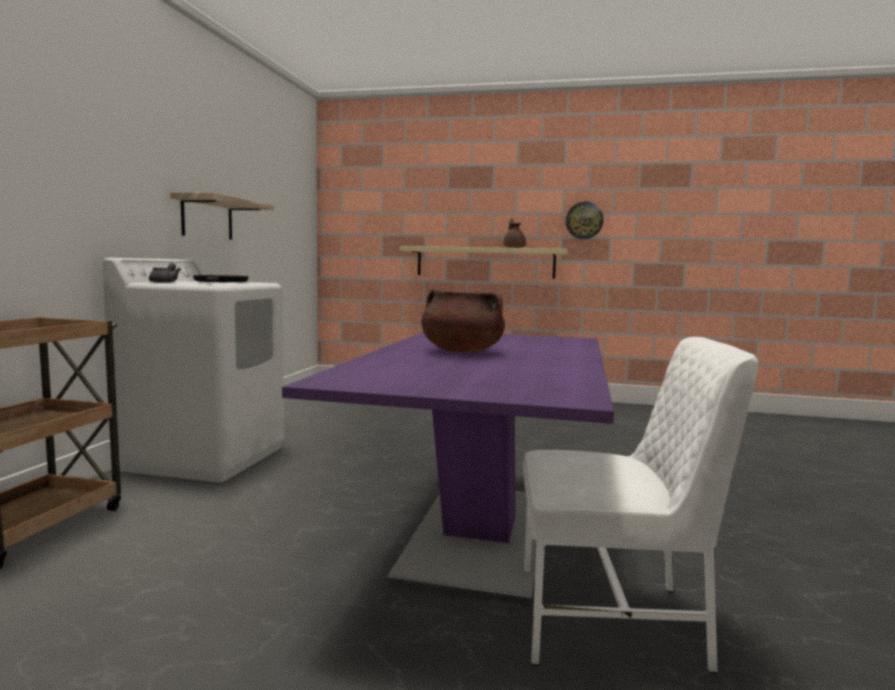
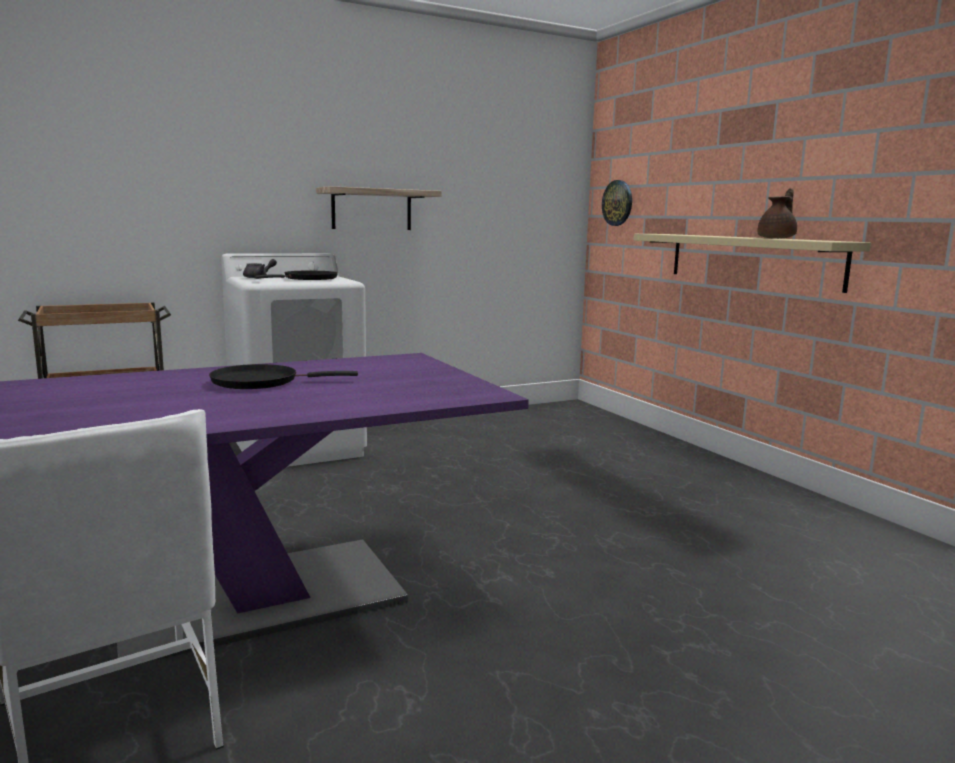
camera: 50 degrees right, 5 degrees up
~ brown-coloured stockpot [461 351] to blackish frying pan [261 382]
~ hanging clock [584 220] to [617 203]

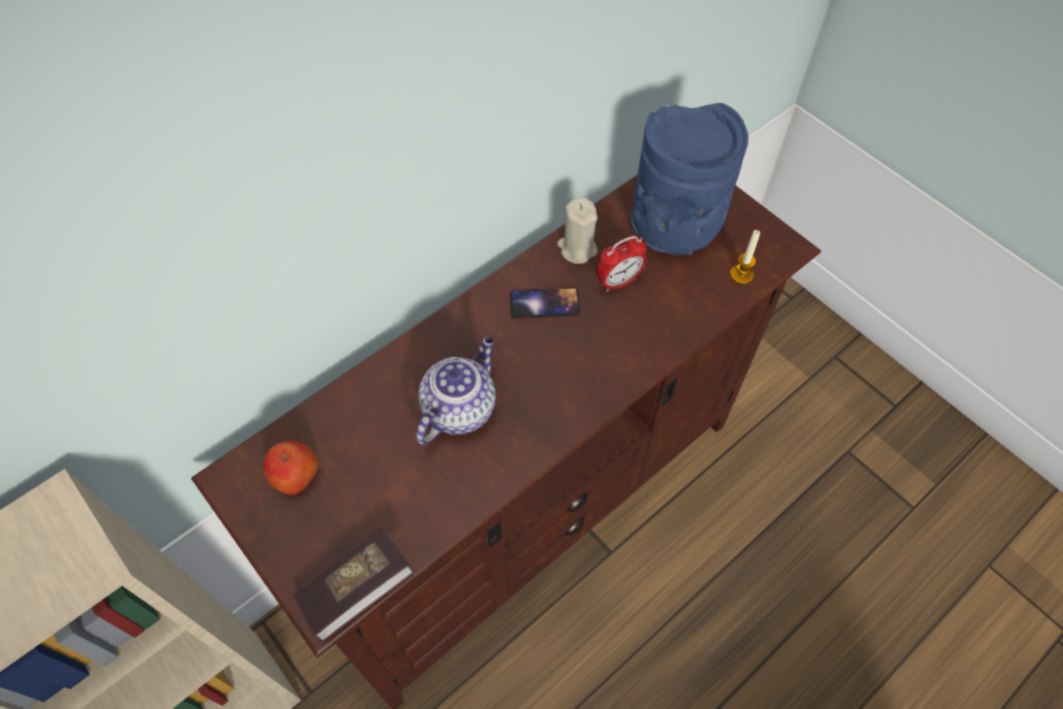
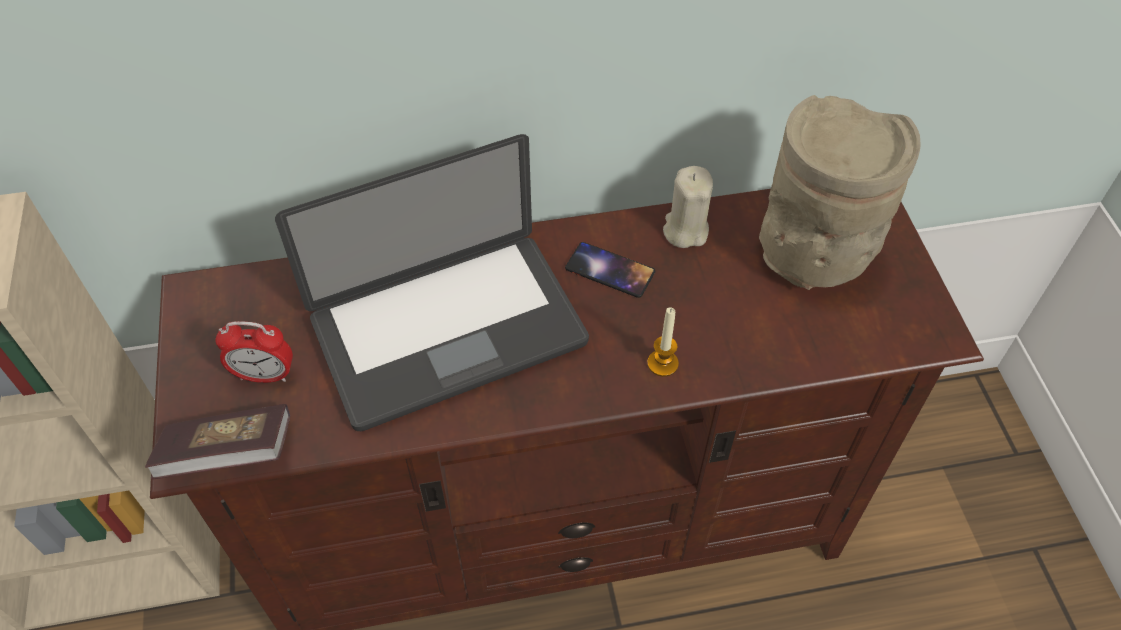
camera: 30 degrees right, 5 degrees down
- whole apple [295 475]
~ teapot [459 407] to laptop [448 332]
~ table clock [619 282] to [265 375]
~ bluish vase [674 228] to sand-coloured vase [813 256]
~ candle [741 275] to [662 363]

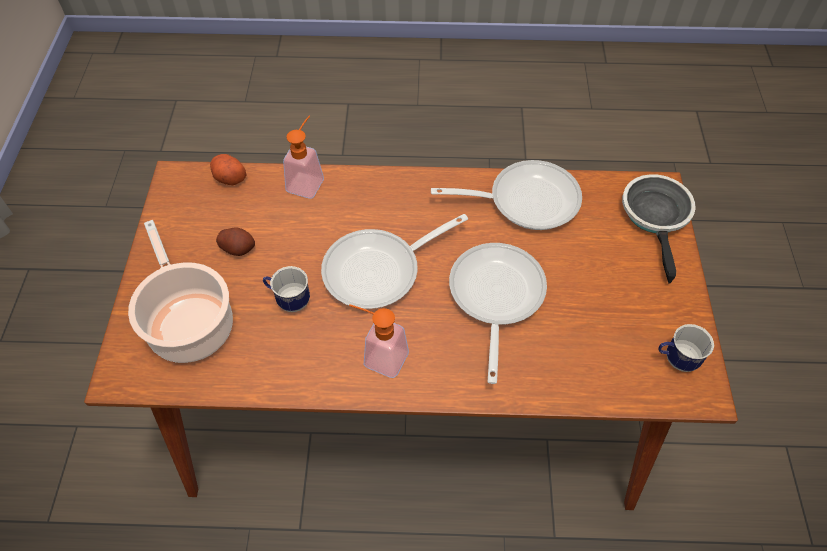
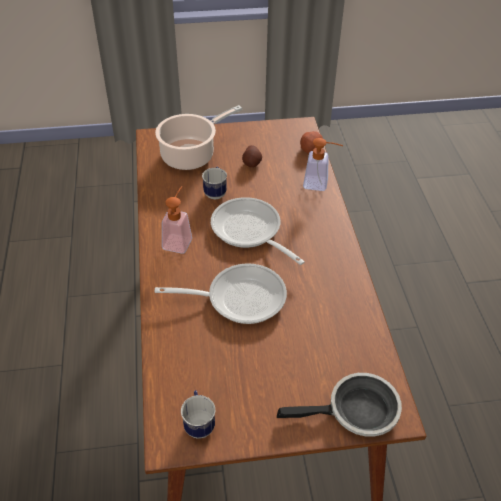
camera: 80 degrees right, 10 degrees down
- frying pan [525 200]

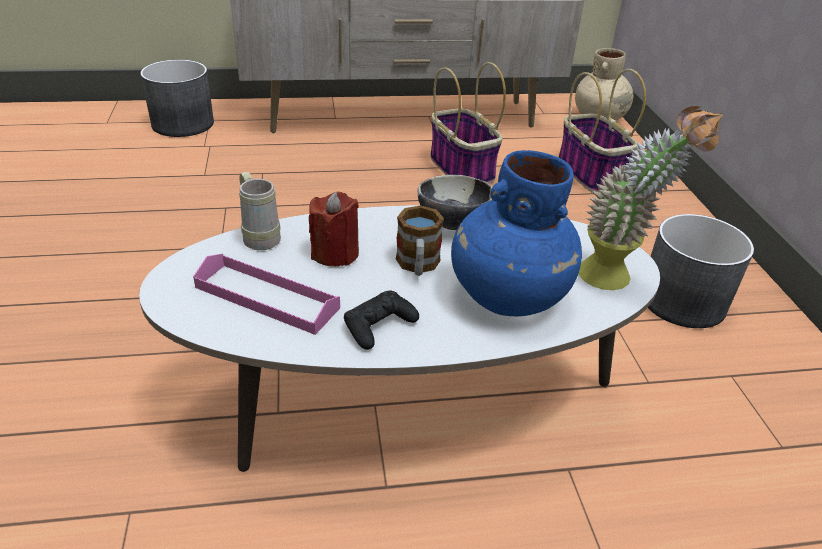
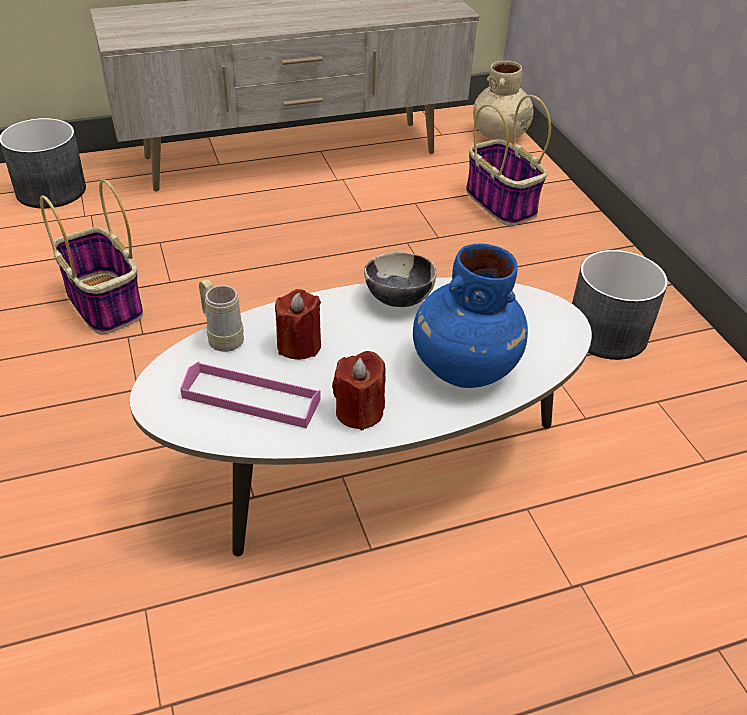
camera: 10 degrees left, 5 degrees up
~ blackish gamepad [379 326] to red candle [359 412]
- tea mug [418 265]
~ storage basket [462 169] to [105 303]
- potted plant [617 279]

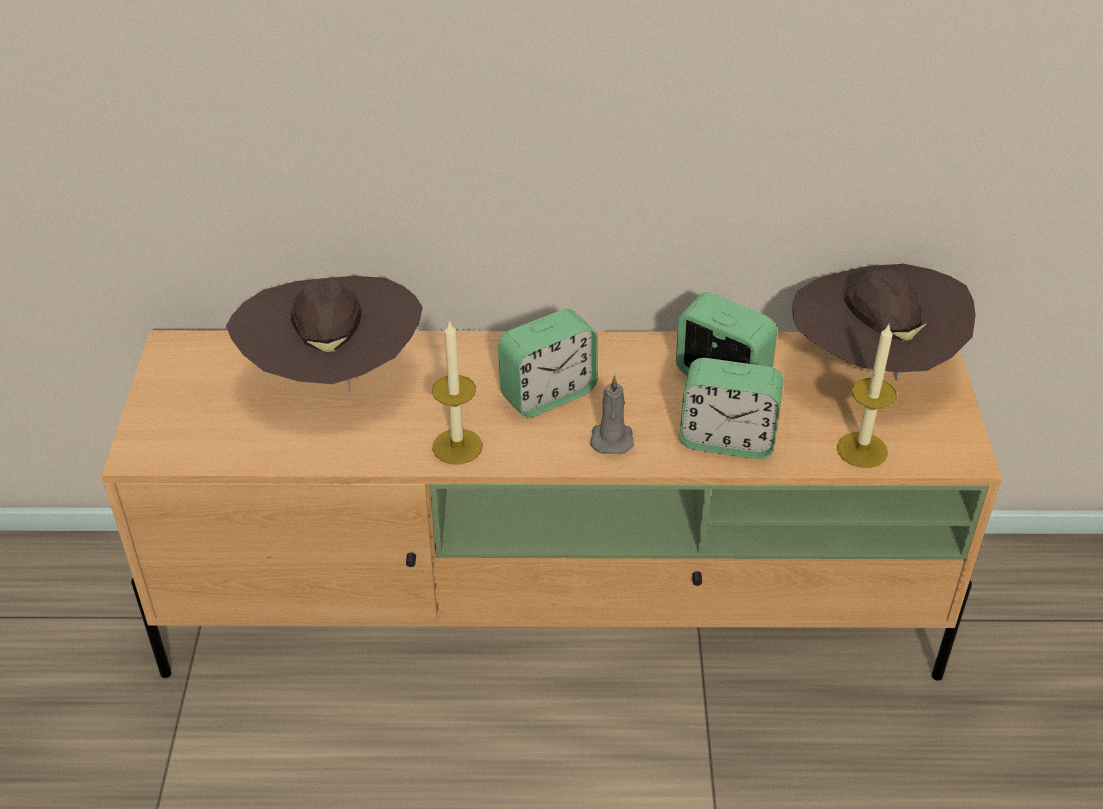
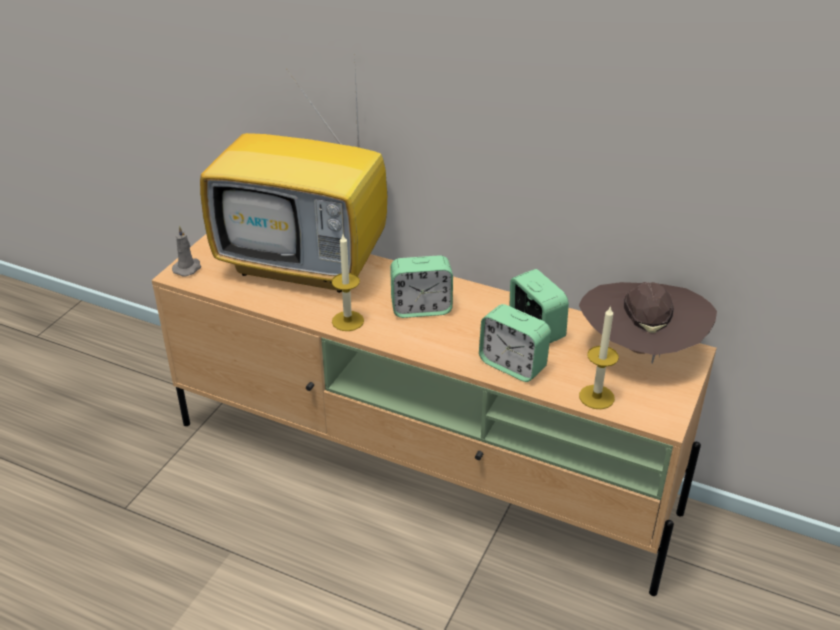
camera: 25 degrees right, 5 degrees down
~ brown-coloured hat [334 376] to TV [306 265]
~ greyish candle [611 438] to [188 268]

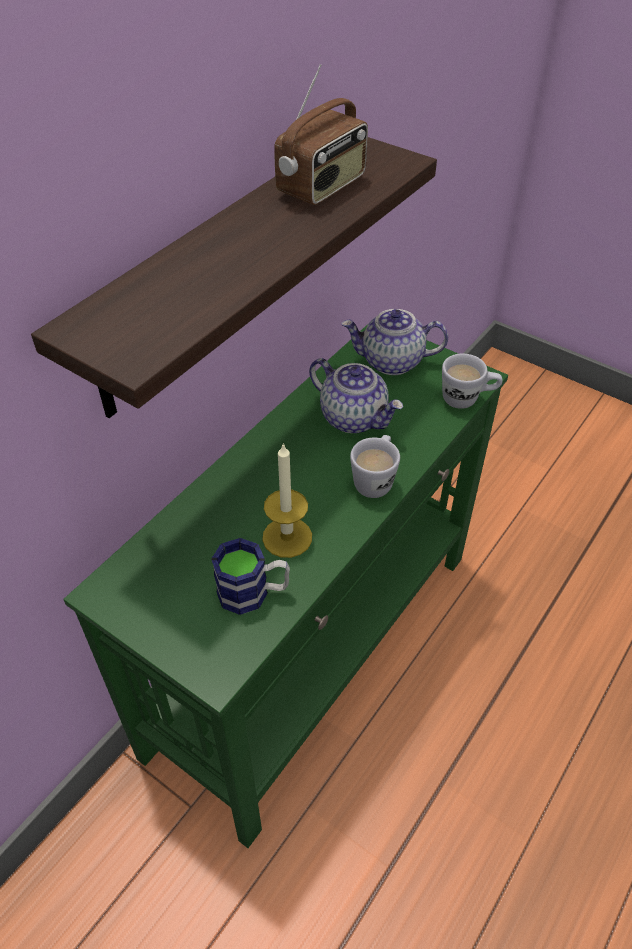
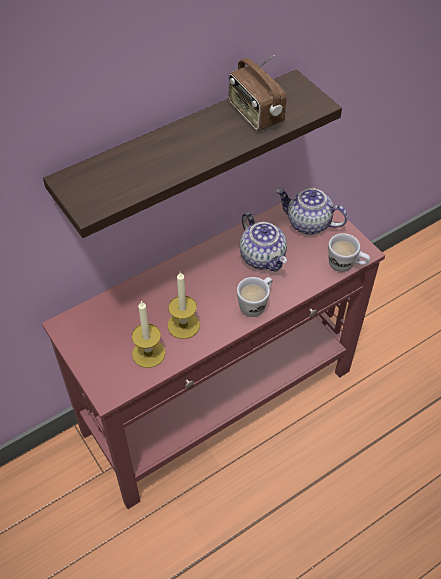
camera: 20 degrees right, 5 degrees up
~ green-coloured hall table [316 649] to red hall table [220 401]
~ tea mug [253 593] to candle [148 353]
~ radio set [323 187] = [254 114] 90 degrees clockwise

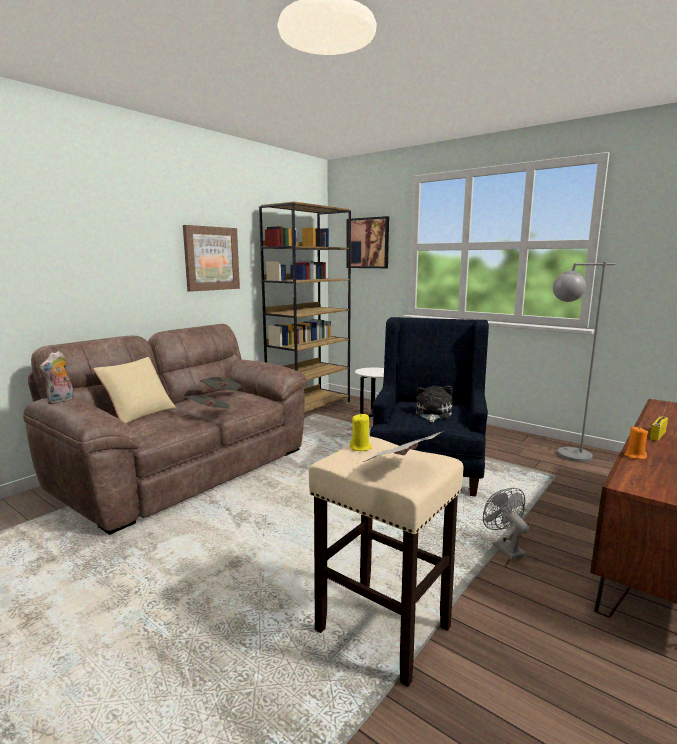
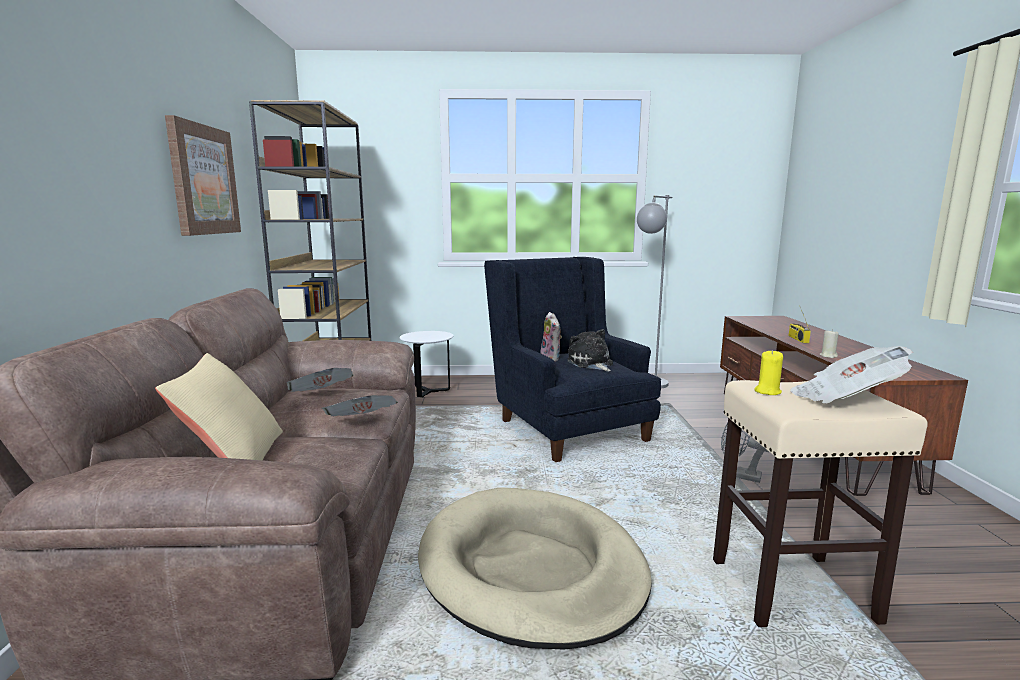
camera: 40 degrees left, 0 degrees up
~ soft toy [61 401] to [552 359]
- wall art [368 243]
~ orange candle [635 456] to sand-coloured candle [828 356]
+ sand-coloured dog cushion [531 569]

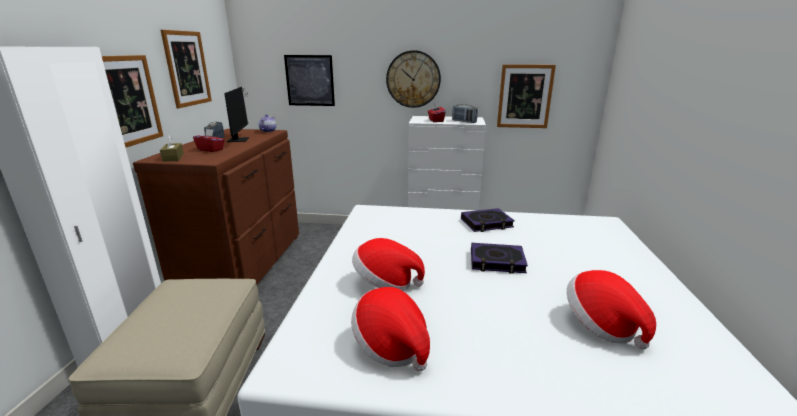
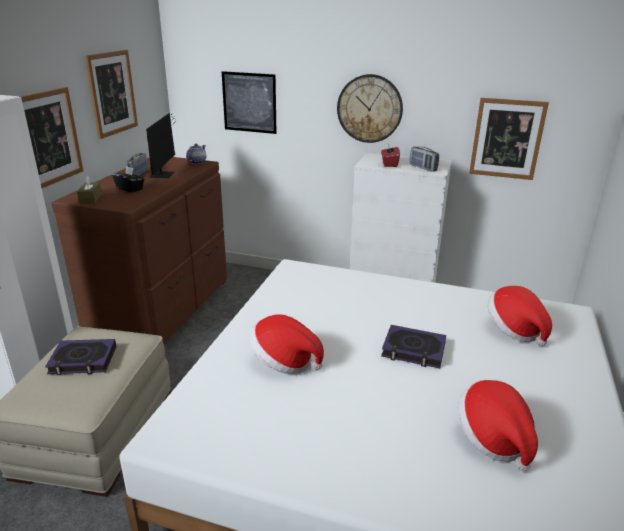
camera: 10 degrees right, 5 degrees up
~ red tissue holder [211 149] to blackish tissue holder [130 189]
~ hat [391 346] to [514 329]
~ book [486 223] to [83 361]

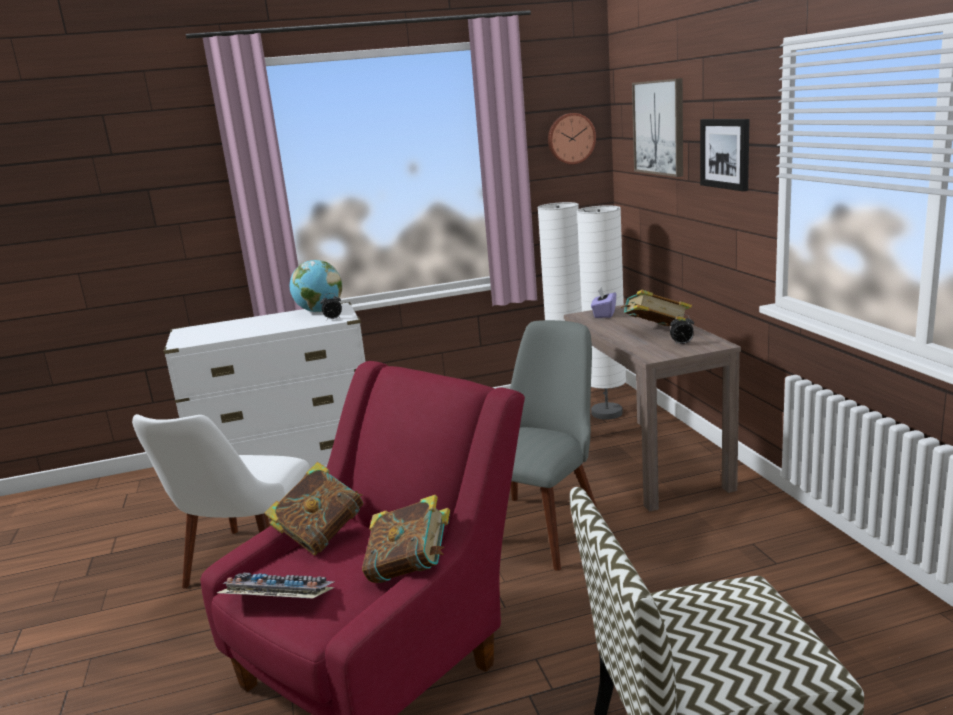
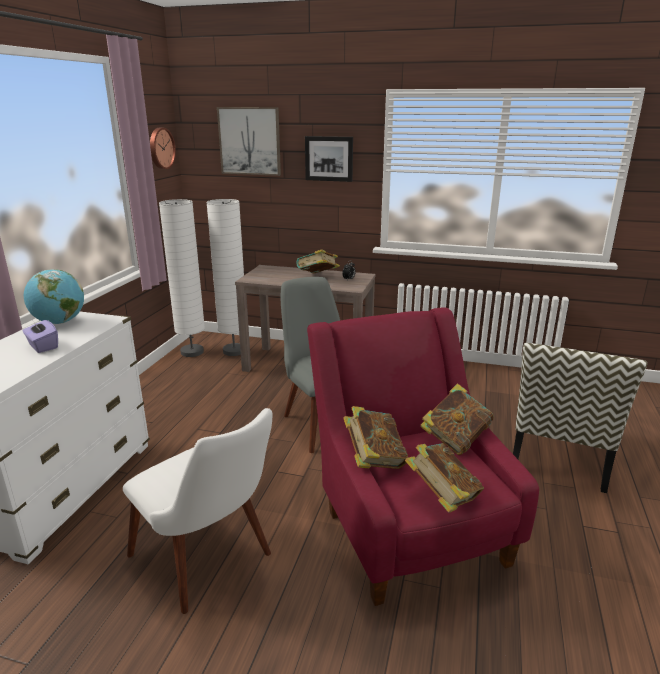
camera: 60 degrees left, 5 degrees up
~ computer keyboard [276 598] to book [442 497]
- table clock [333 319]
~ purple-coloured tissue holder [604 314] to [43 346]

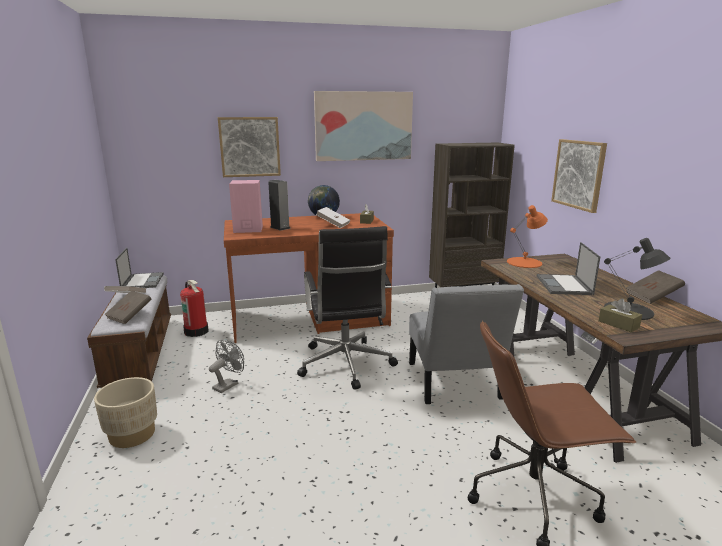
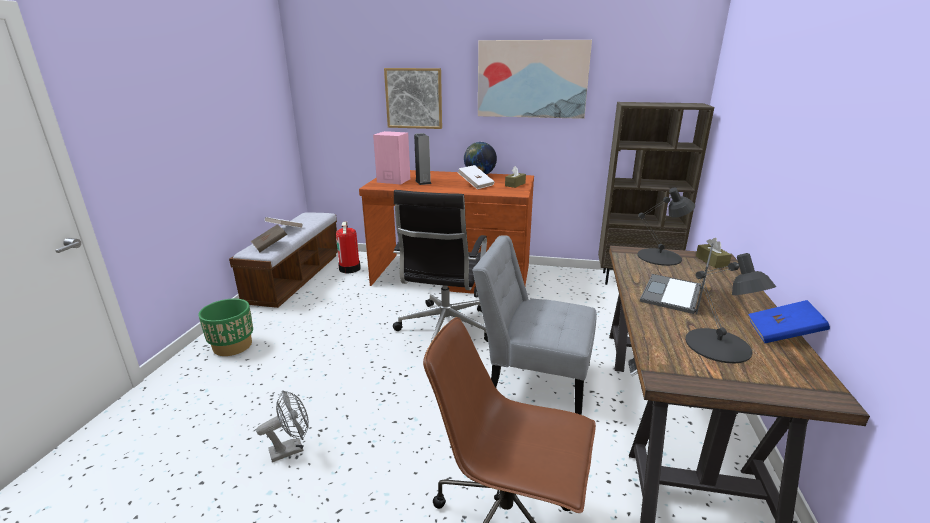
camera: 25 degrees right, 5 degrees up
~ sand-coloured flower pot [132 435] to green-coloured flower pot [232 346]
- laptop [142 281]
~ greyish cooling fan [228 385] to [292 448]
~ greyish chair [454 384] = [533 377] 90 degrees clockwise
~ orange lamp for a table [525 262] to blackish lamp for a table [660 257]
- wall art [578 174]
~ brown-coloured tissue holder [618 324] to [711 261]
~ brown-coloured book [652 297] to bluish book [782 334]

